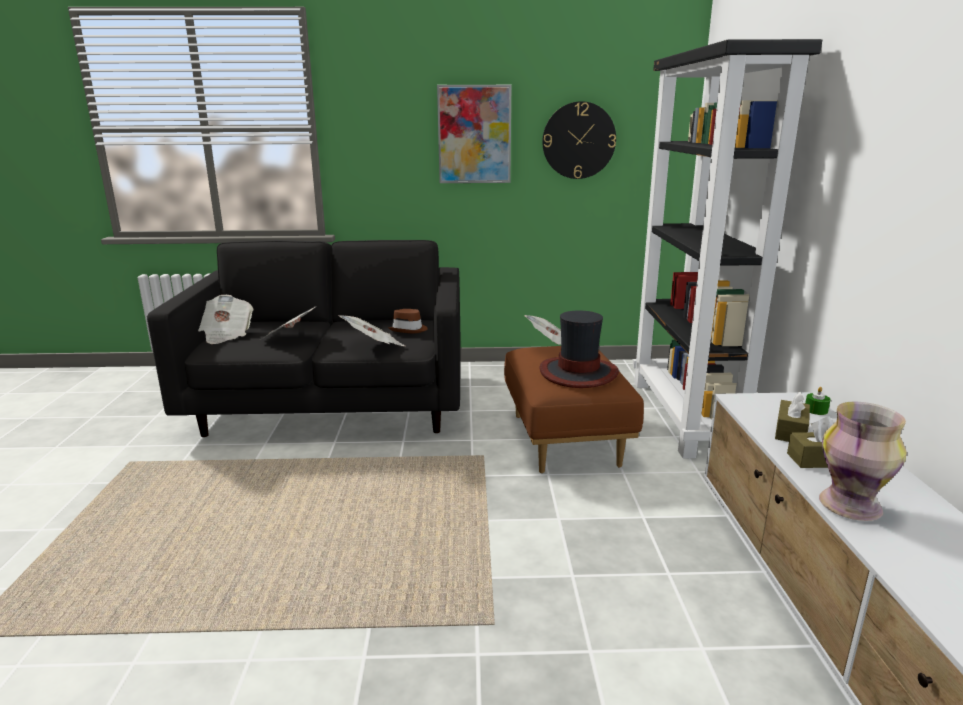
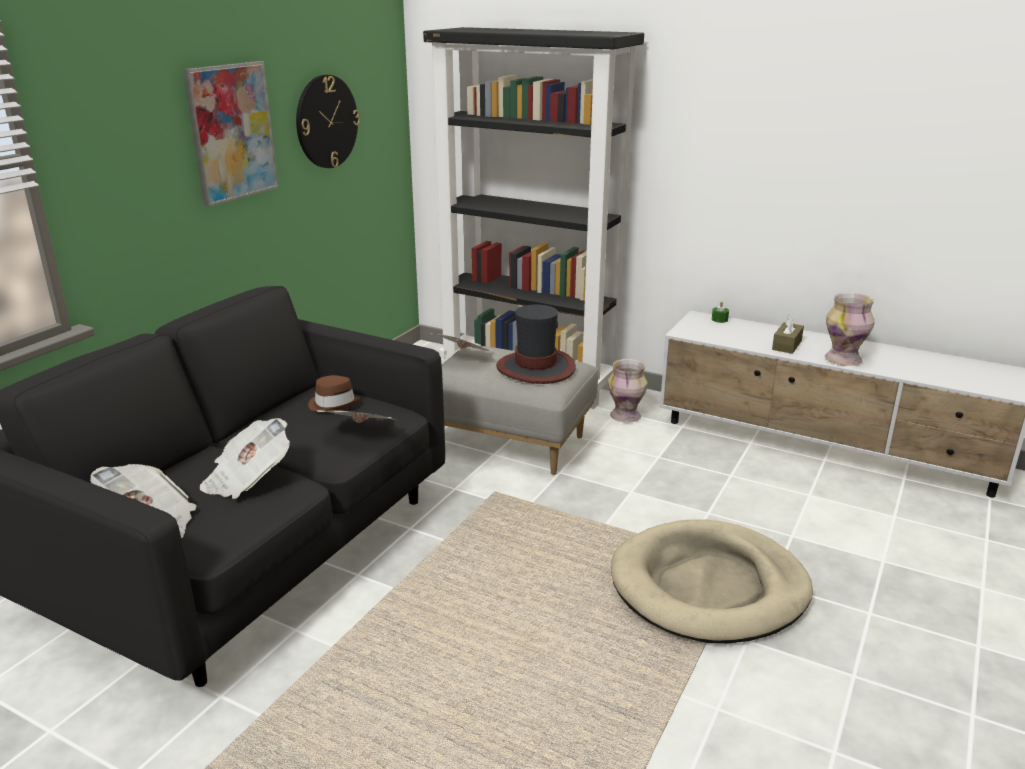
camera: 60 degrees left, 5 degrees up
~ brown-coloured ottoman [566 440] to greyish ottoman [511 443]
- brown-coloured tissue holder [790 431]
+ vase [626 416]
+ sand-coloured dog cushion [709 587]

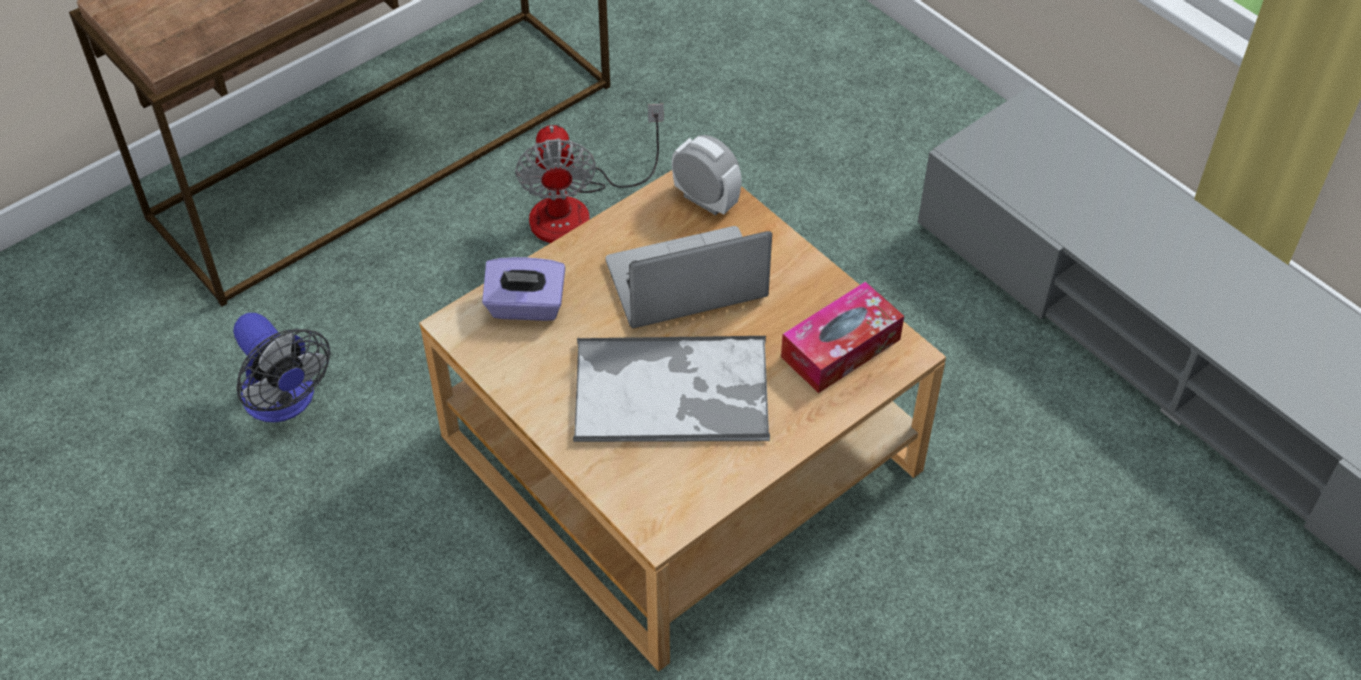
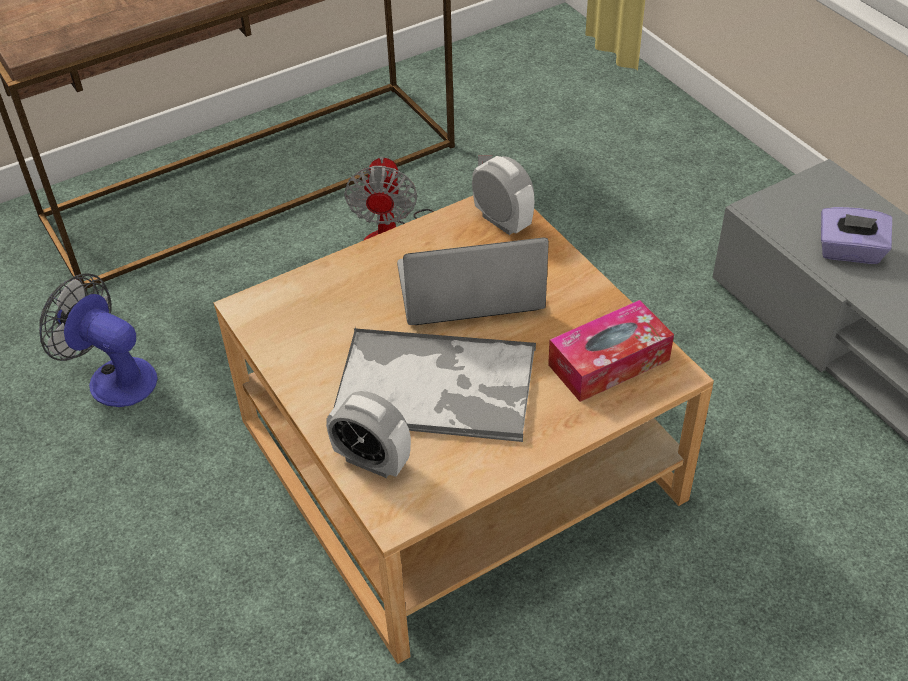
camera: 10 degrees right, 5 degrees down
~ cooling fan [285 402] = [113 377] 150 degrees clockwise
~ purple-coloured tissue holder [526 306] to [849 252]
+ table clock [372 461]

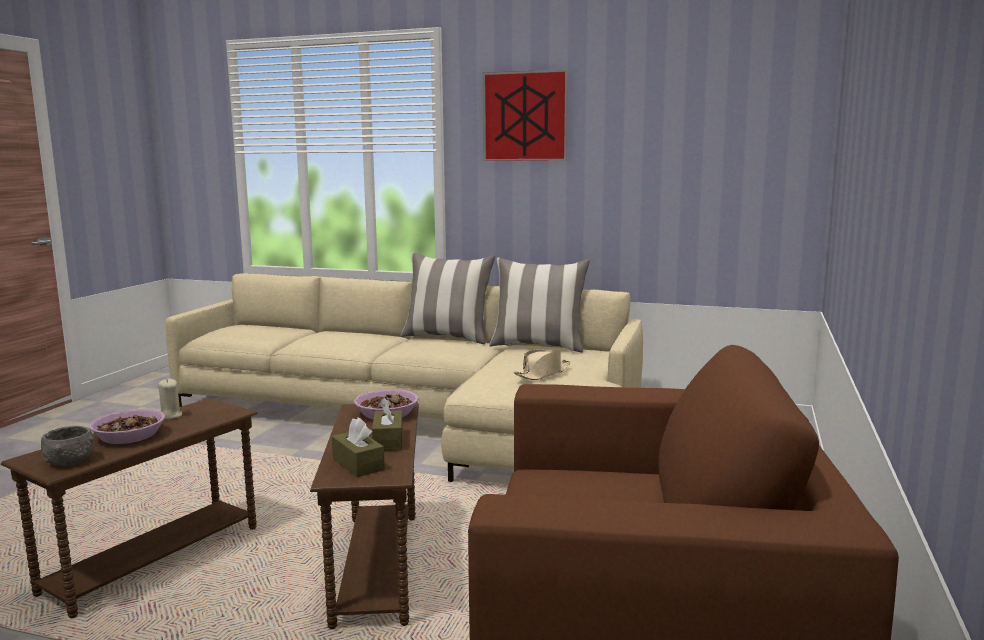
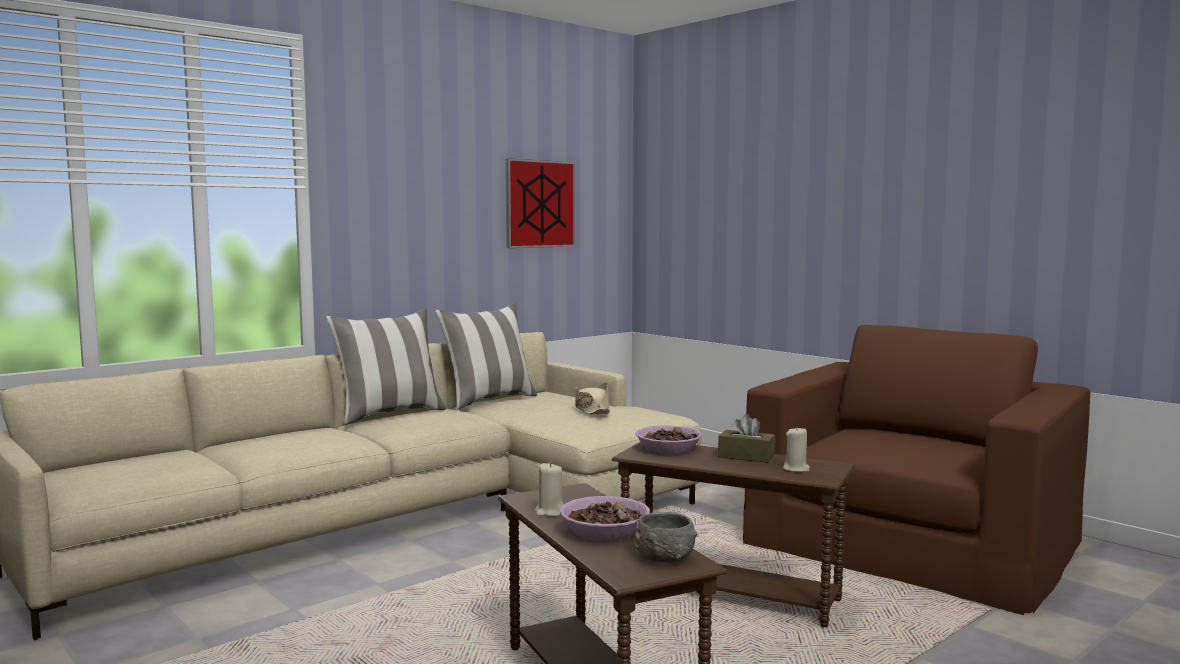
camera: 60 degrees left, 5 degrees down
~ brown-coloured tissue holder [358 464] to sand-coloured candle [796 469]
~ wall art [525 116] to [540 204]

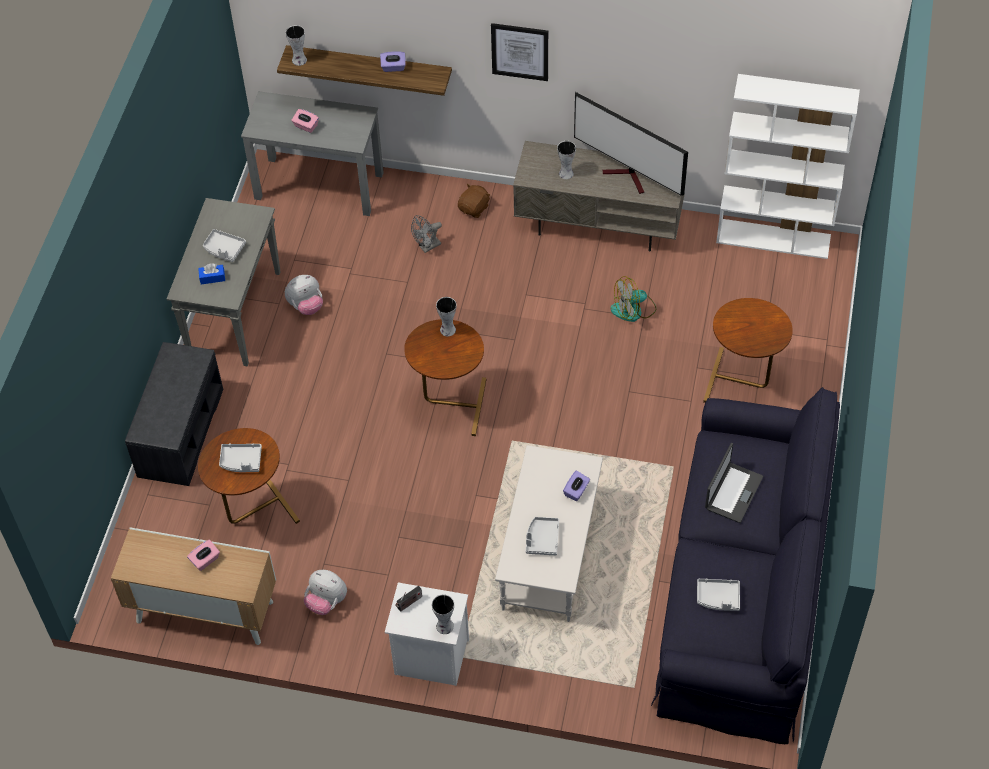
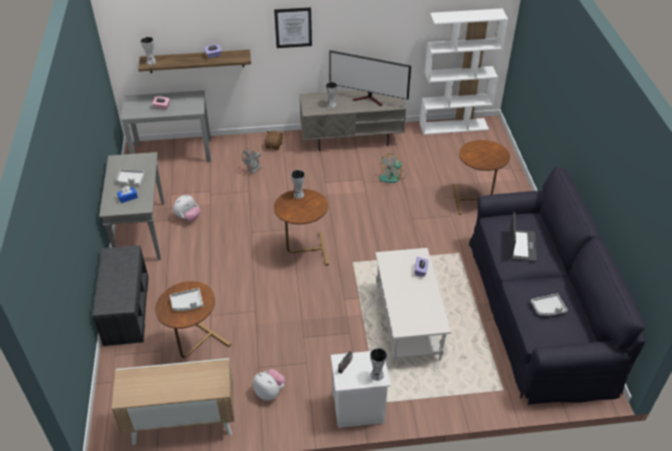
camera: 20 degrees left, 10 degrees down
- pinkish tissue holder [205 560]
~ soft toy [326 601] = [270 392] 150 degrees counterclockwise
- greyish serving tray [542 539]

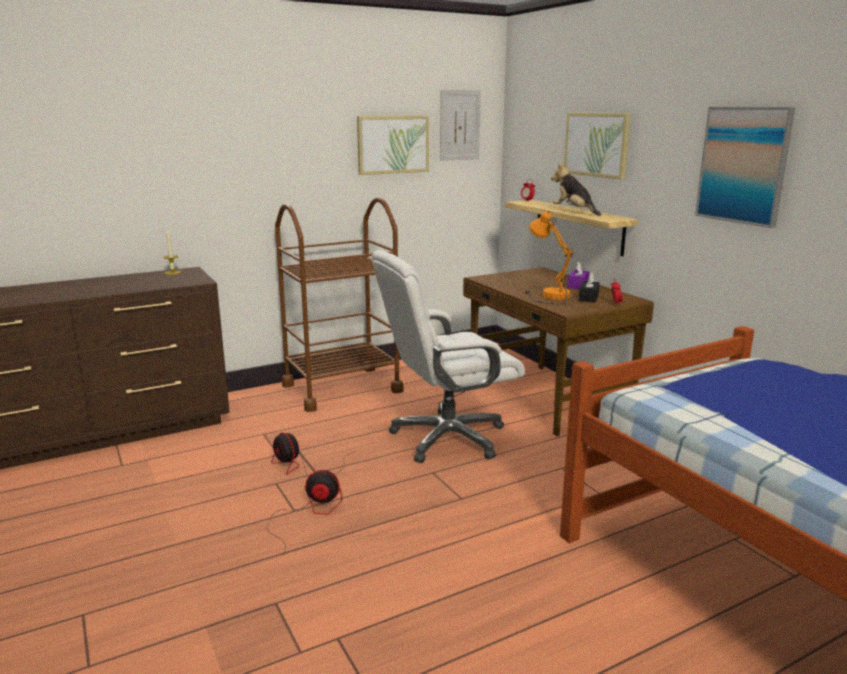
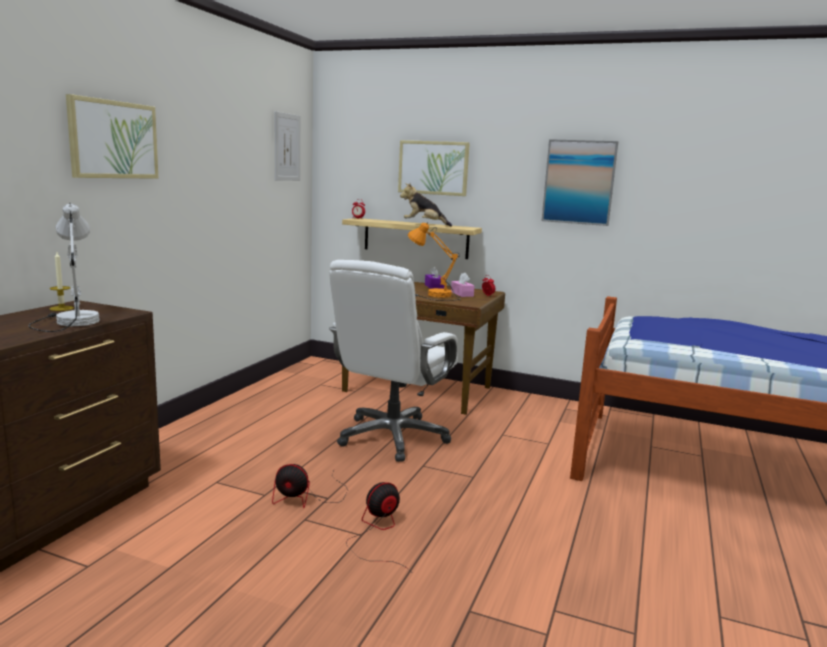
camera: 40 degrees left, 5 degrees down
- brown-coloured cart [342 388]
~ wall art [393 144] to [113 139]
~ blackish tissue holder [588 298] to pinkish tissue holder [462 294]
+ white lamp for a table [66 321]

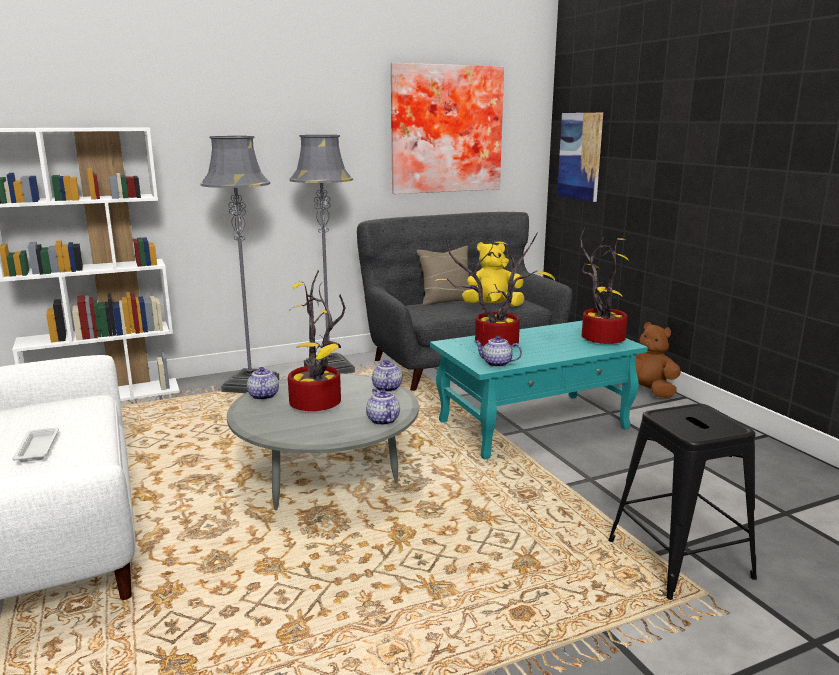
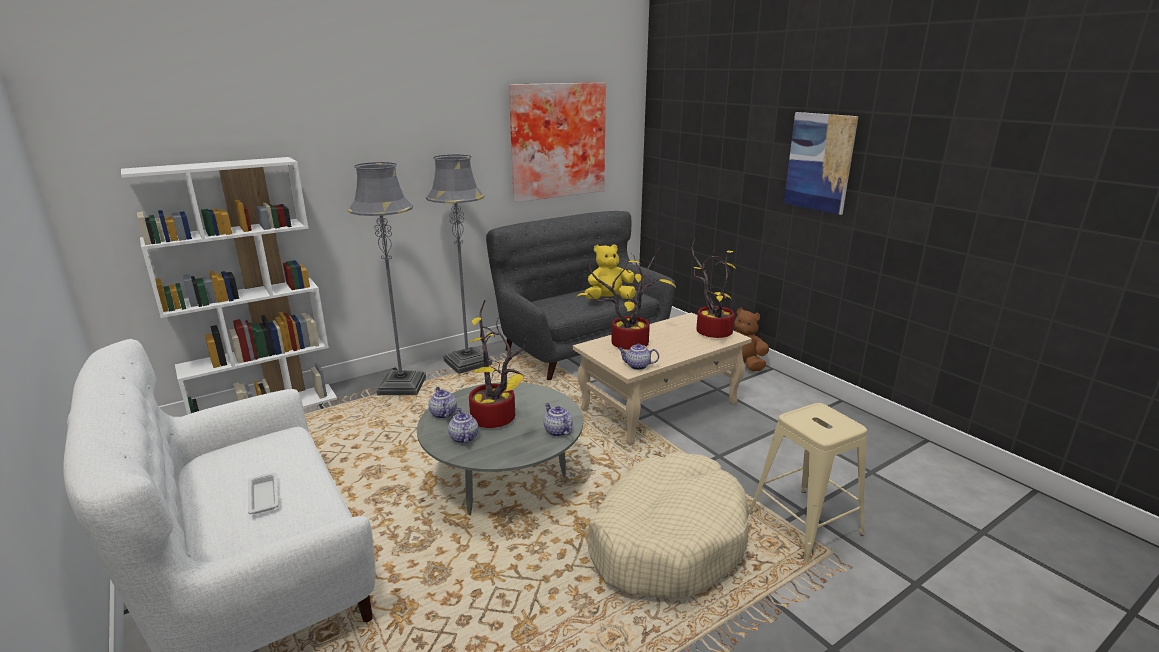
camera: 10 degrees left, 5 degrees up
~ teapot [386 388] to [463 437]
- sand-coloured cushion [446 300]
~ turquoise-coloured lounge table [534 424] to sand-coloured lounge table [660 406]
~ wall art [580 156] to [819 162]
~ blackish stool seat [678 559] to sand-coloured stool seat [804 523]
+ sand-coloured dog cushion [667 540]

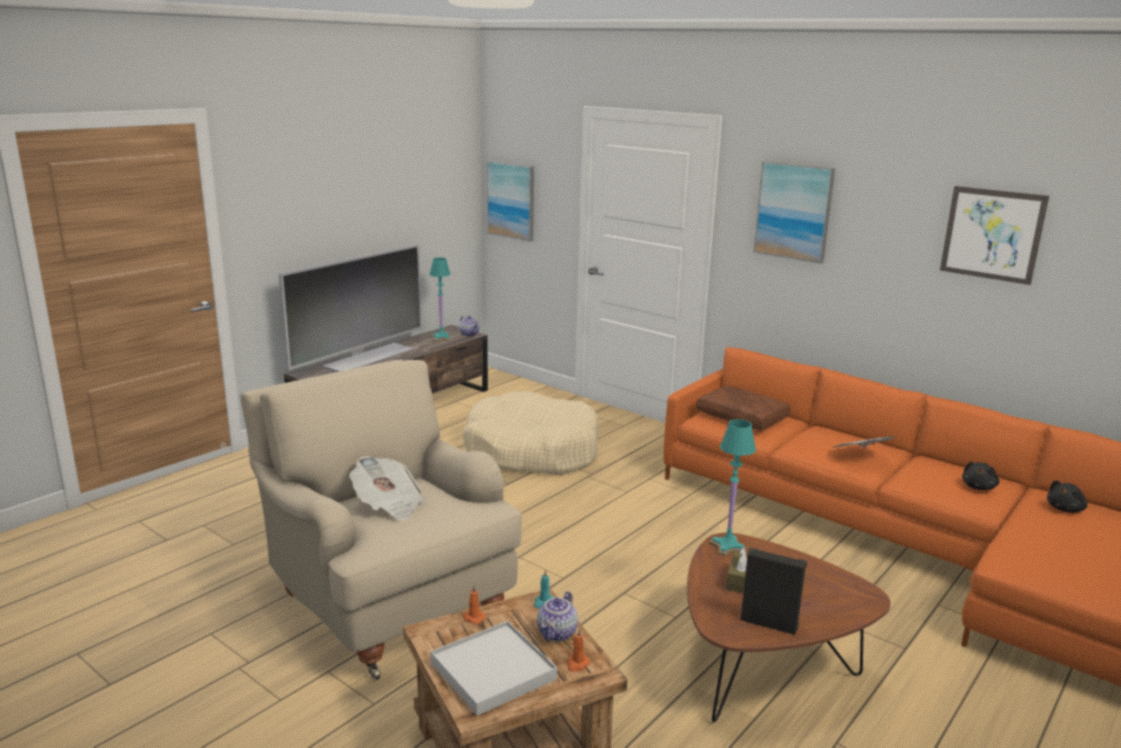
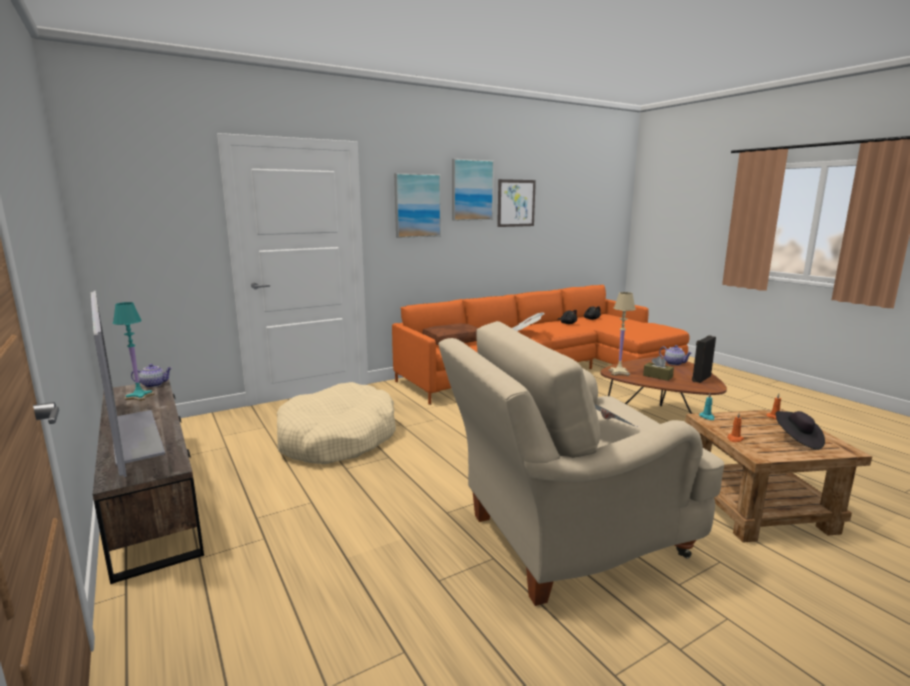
camera: 70 degrees left, 5 degrees down
~ white serving tray [492 671] to blackish hat [797 440]
~ wall art [511 200] to [472 190]
~ teapot [557 633] to [674 363]
~ turquoise-coloured lamp for a table [727 547] to sand-coloured lamp for a table [619 373]

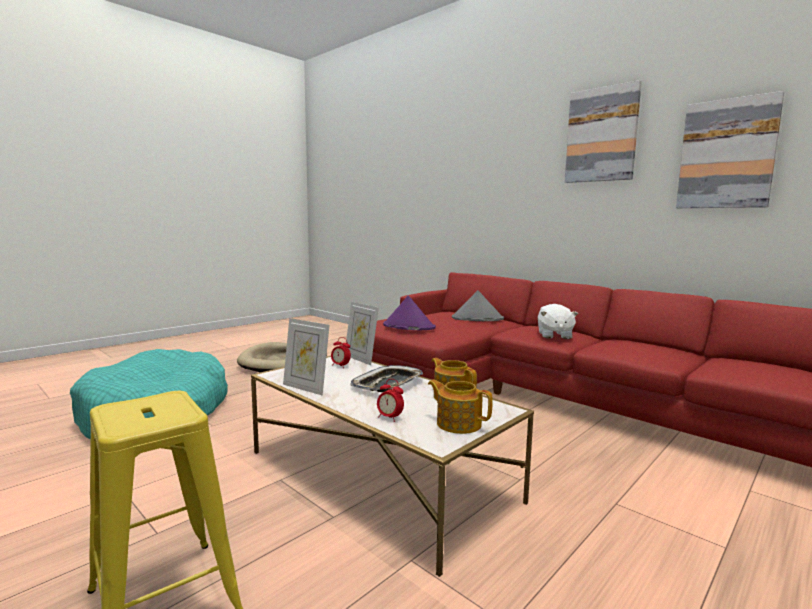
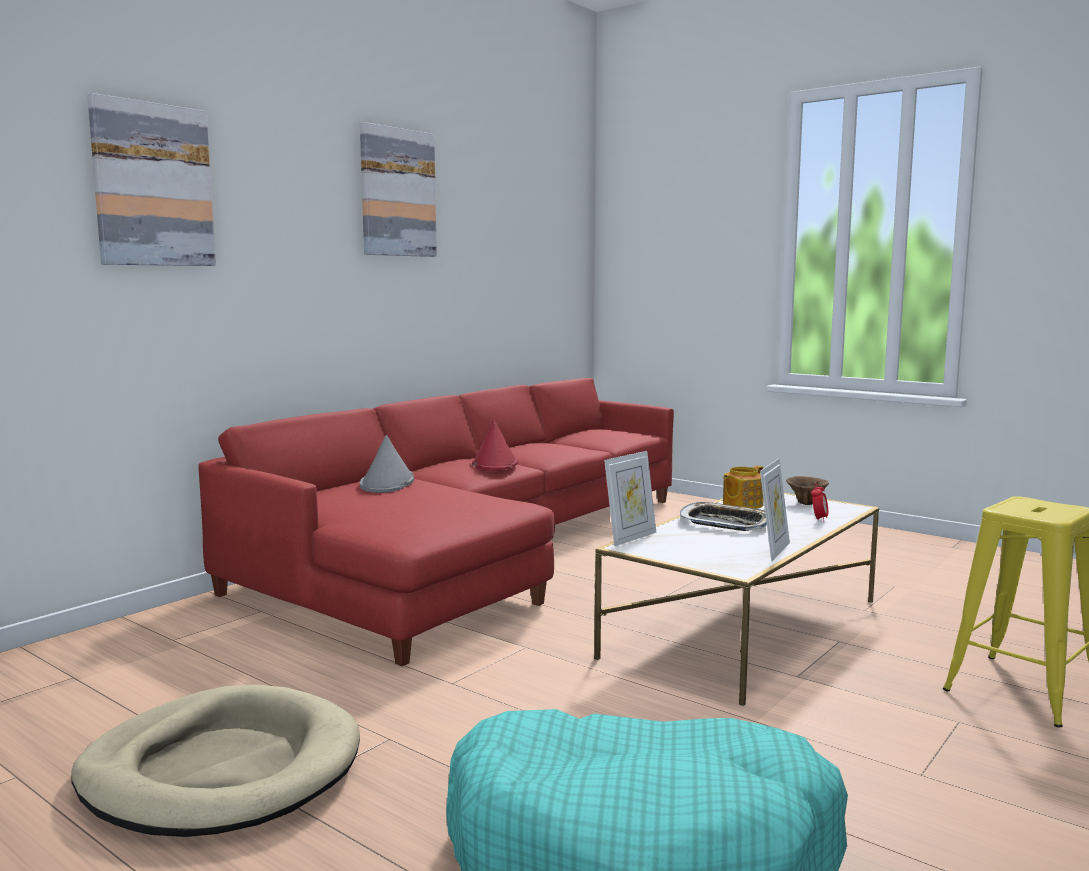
camera: 95 degrees left, 0 degrees up
- table clock [340 366]
- purple-coloured hat [408 326]
~ teapot [458 423] to brown-coloured deep dish [806 503]
~ white soft toy [554 335] to red hat [494 464]
~ wall art [727 154] to [153 185]

